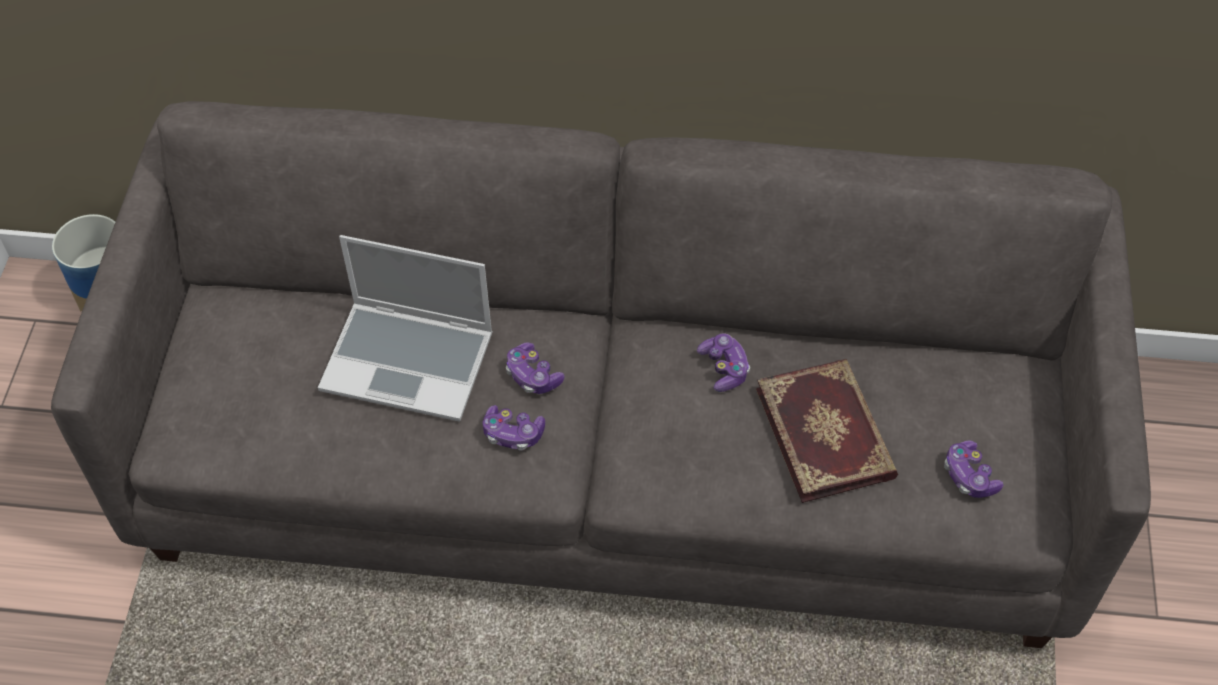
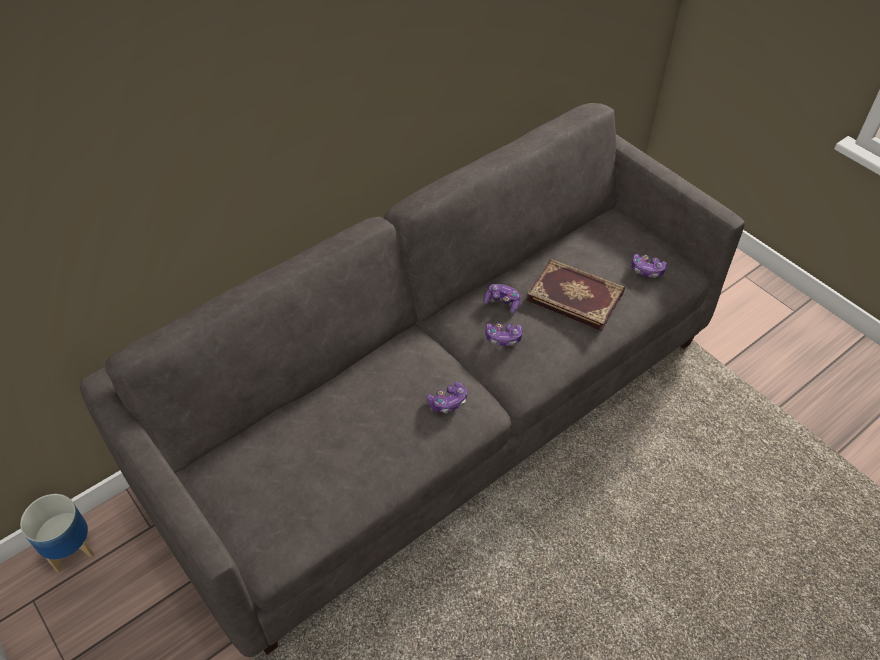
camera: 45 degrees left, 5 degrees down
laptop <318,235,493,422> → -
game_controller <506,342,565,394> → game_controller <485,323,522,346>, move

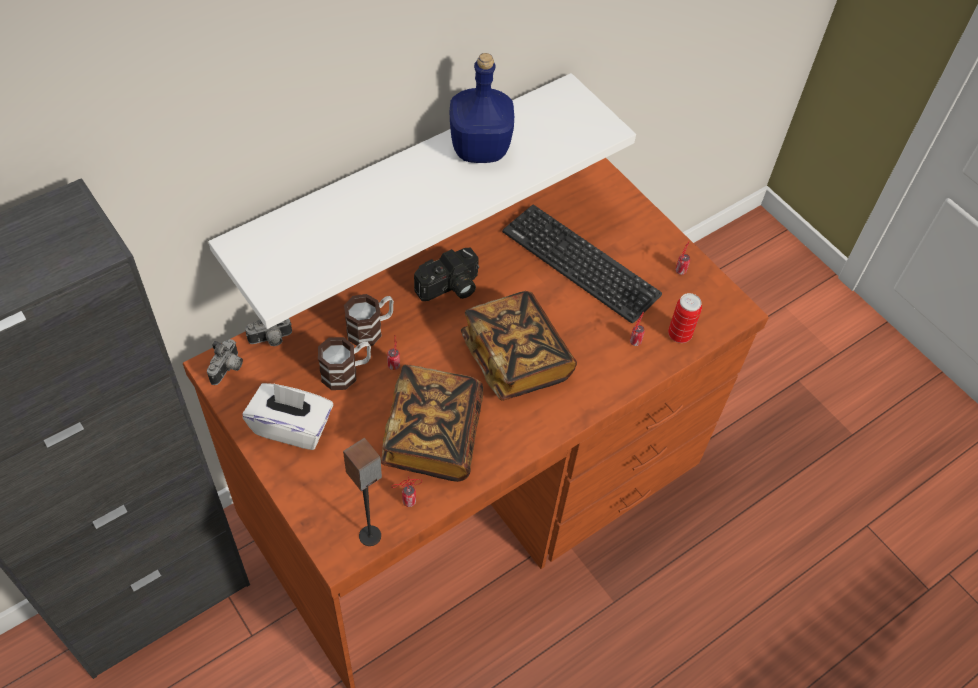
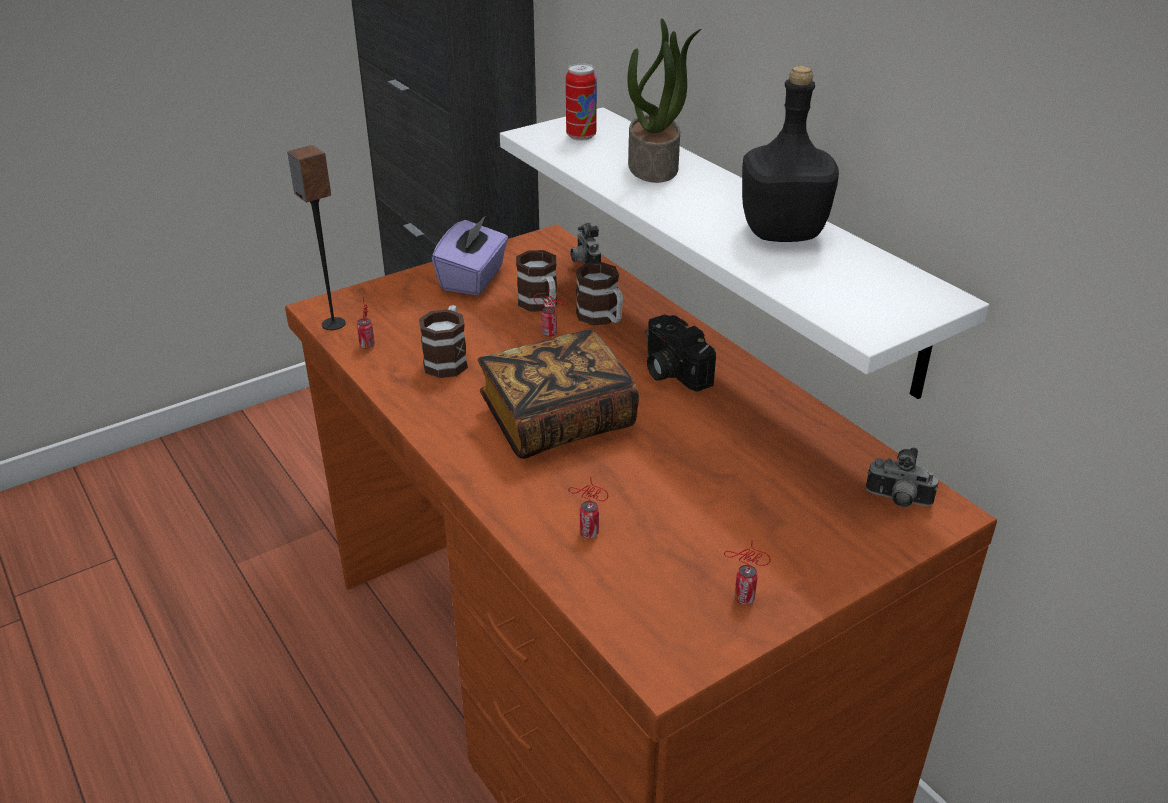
camera: 95 degrees right, 20 degrees down
PC_keyboard <502,205,662,323> → -
- → houseplant <627,18,701,183>
still_camera <207,339,243,385> → still_camera <866,447,938,507>, move
metal_can <668,293,702,343> → metal_can <566,63,597,141>, move
volume <381,365,483,482> → coffee_mug <419,305,468,378>
white-coloured_tissue_box <243,383,333,450> → purple-coloured_tissue_box <432,215,508,295>
blue-coloured_beverage_bottle <450,53,514,163> → black-coloured_beverage_bottle <742,66,839,242>

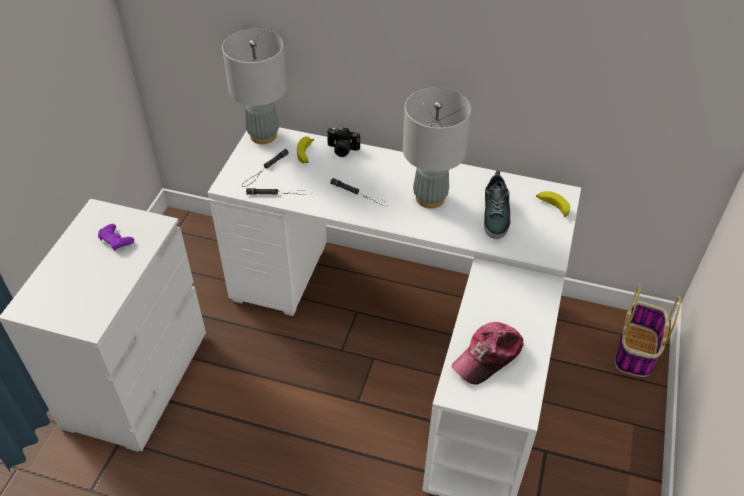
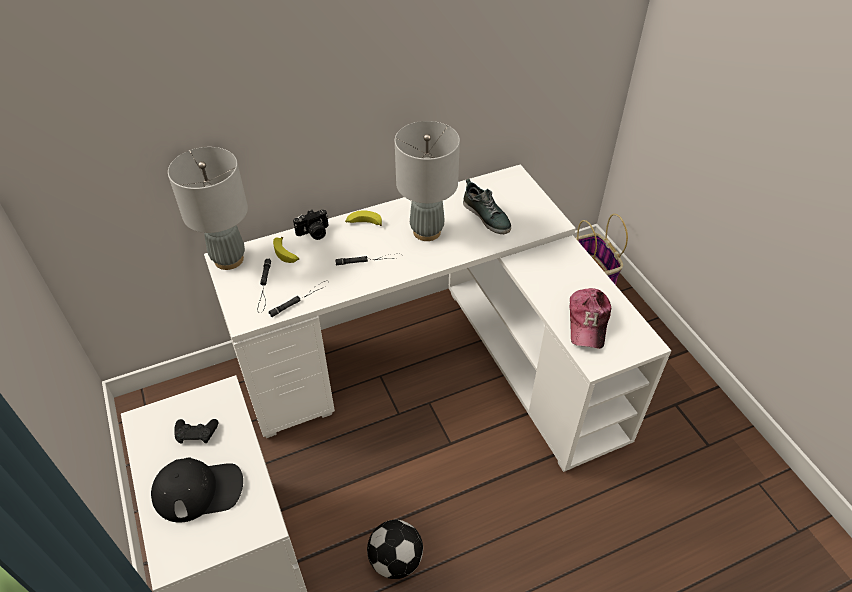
camera: 40 degrees left, 0 degrees up
- → black-coloured_peaked_cap <151,458,243,523>
- → football_ball <367,520,423,579>
banana_fruit <536,191,570,217> → banana_fruit <345,210,382,226>, move
purple-coloured_game_controller <98,224,134,251> → black-coloured_game_controller <174,419,218,444>

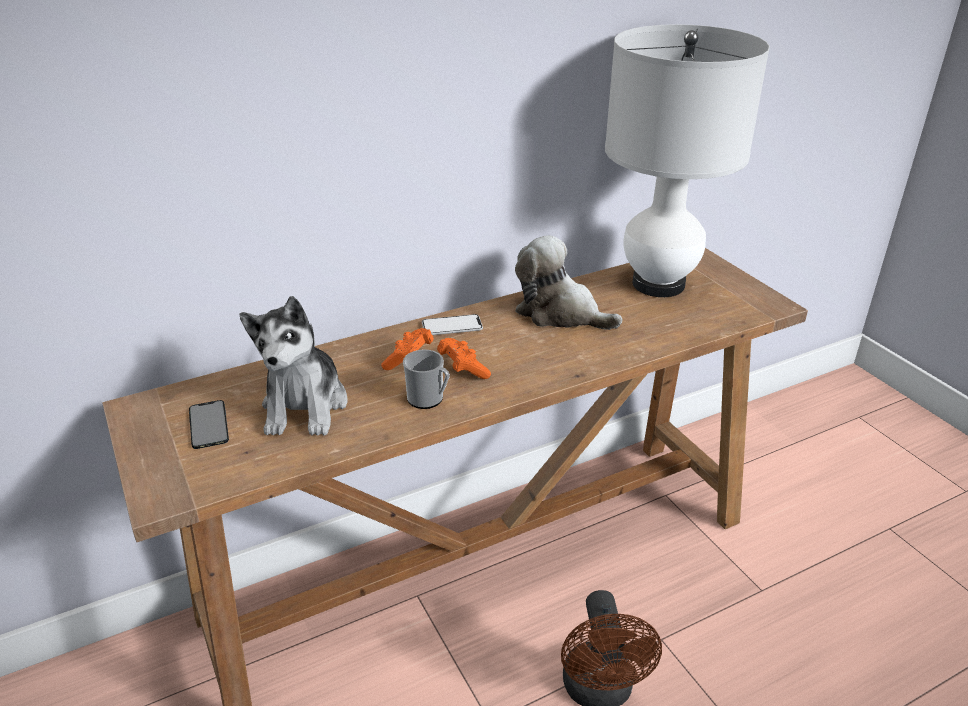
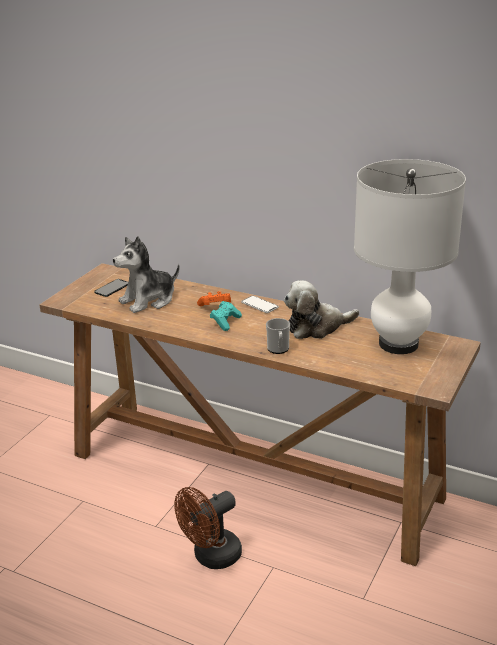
camera: 55 degrees right, 5 degrees down
coffee_mug <403,350,450,409> → coffee_mug <266,318,290,354>, move
orangey_game_controller <437,338,491,379> → blue-green_game_controller <210,301,242,331>
soft_toy <515,235,623,330> → soft_toy <284,281,359,339>, 105 degrees counterclockwise

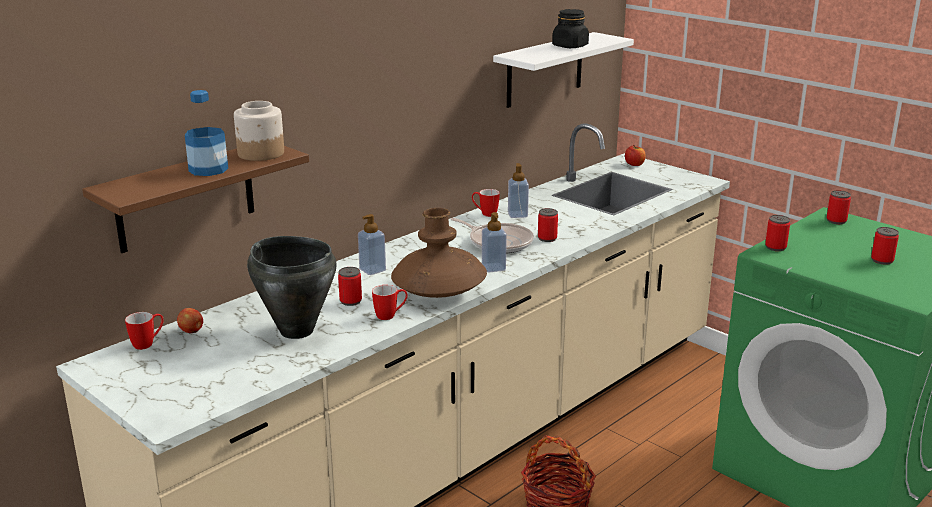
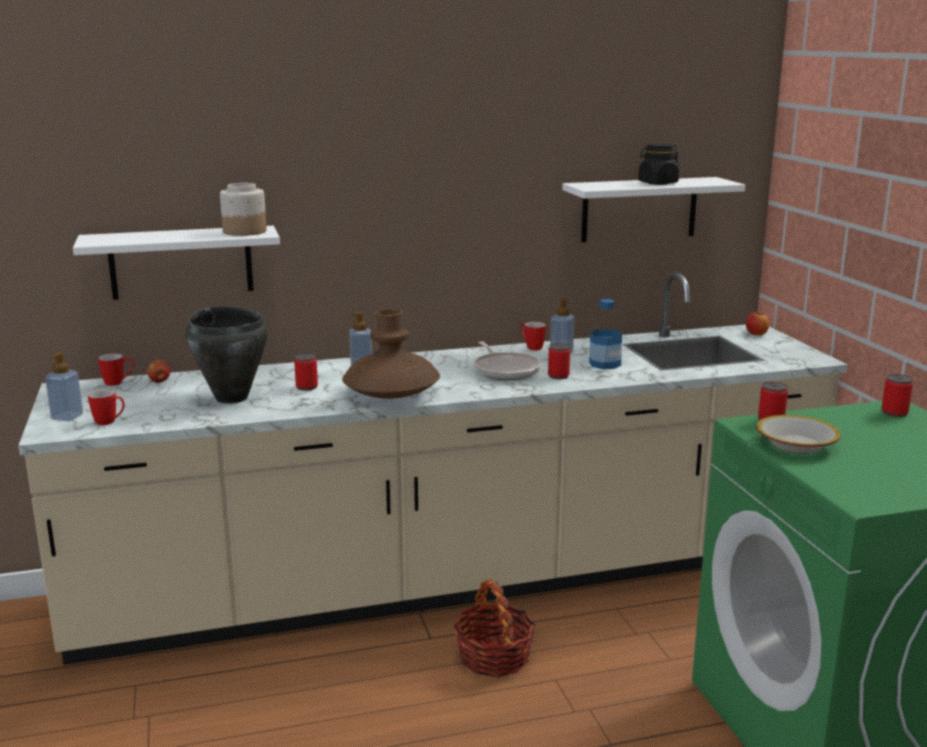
camera: 30 degrees right, 5 degrees down
metal_can <871,227,899,265> → -
- → serving_bowl <756,415,841,454>
beverage_bottle <185,90,228,176> → beverage_bottle <589,299,622,369>, move
coffee_mug <372,285,408,320> → coffee_mug <88,389,125,425>, move
soap_dispenser <482,212,507,272> → soap_dispenser <45,352,83,421>, move
brownish_bracket_shelf <82,146,309,253> → white-coloured_bracket_shelf <73,226,280,300>

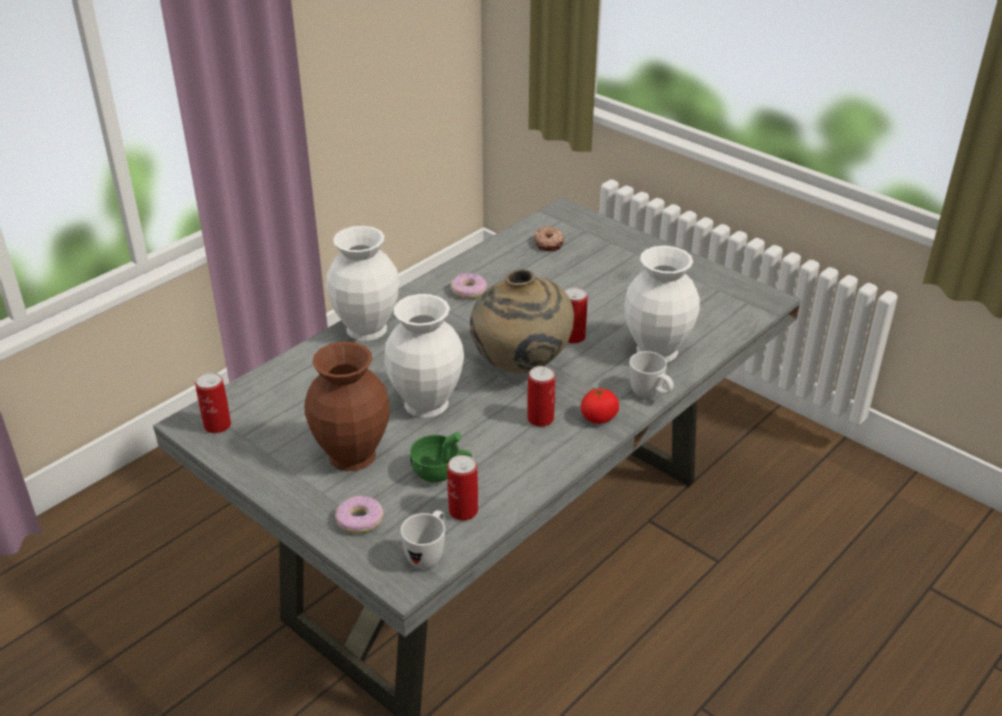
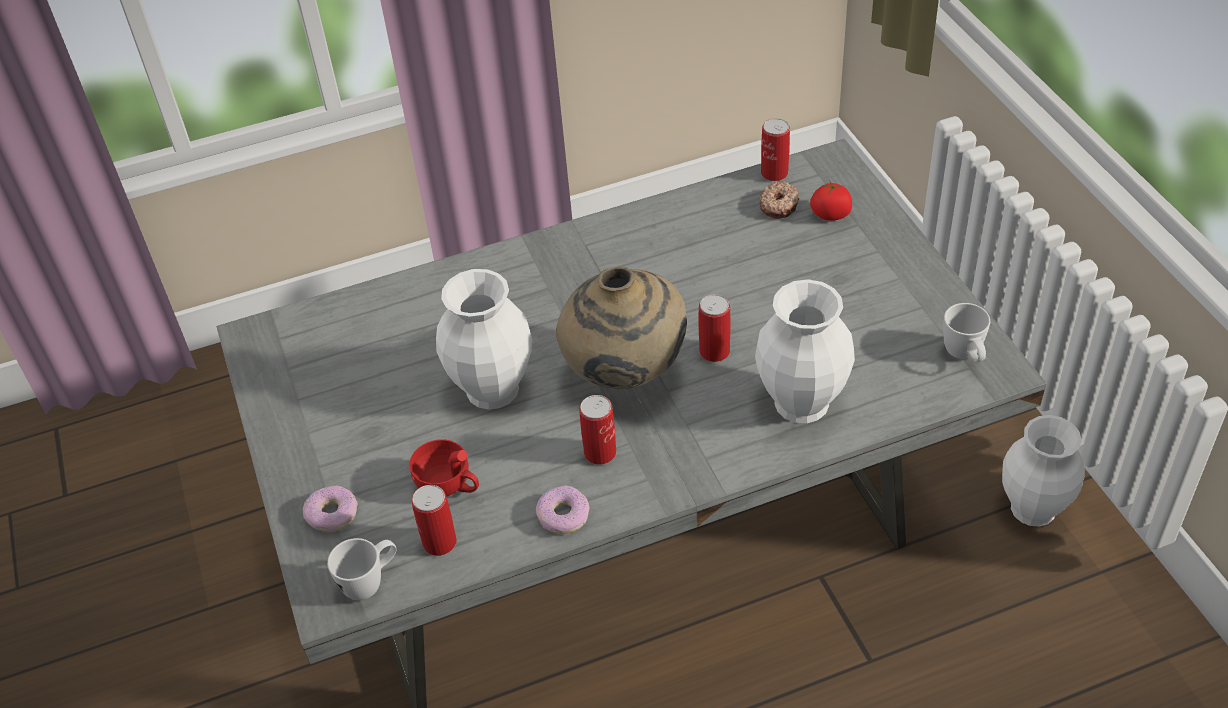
camera: 30 degrees right, 10 degrees up
brownish_decorative_vase <305,342,390,471> → -
metal_can <195,372,231,434> → metal_can <761,118,790,181>, move
white-coloured_decorative_vase <326,226,399,341> → white-coloured_decorative_vase <1002,415,1085,527>, move
donut <451,273,487,299> → donut <536,485,589,534>, move
whole_tomato <581,387,619,424> → whole_tomato <810,180,852,221>, move
white-coloured_coffee_mug <629,351,674,398> → white-coloured_coffee_mug <943,303,990,362>, move
green-coloured_small_cup <410,432,472,483> → reddish_small_cup <409,439,479,497>

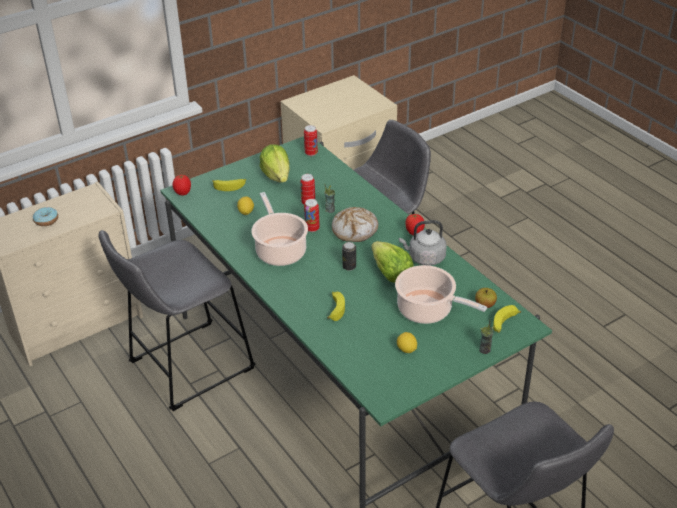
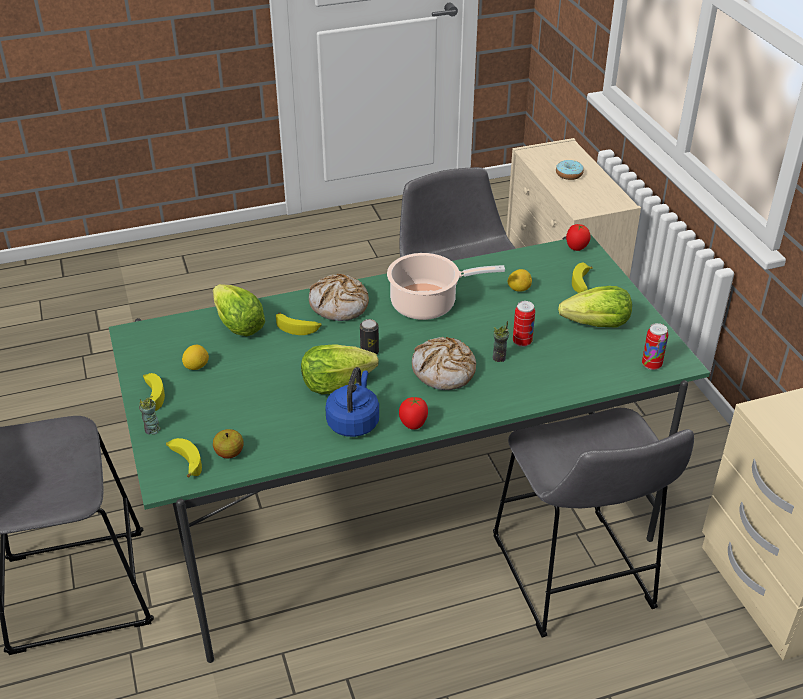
camera: 105 degrees right, 0 degrees up
metal_can <304,199,320,232> → -
cooking_pot <395,265,487,324> → -
- → banana_fruit <143,373,165,411>
- → head_of_lettuce <213,284,265,336>
- → baked_bread <309,274,369,321>
greyish_water_kettle <399,220,446,266> → blue-coloured_water_kettle <325,367,379,437>

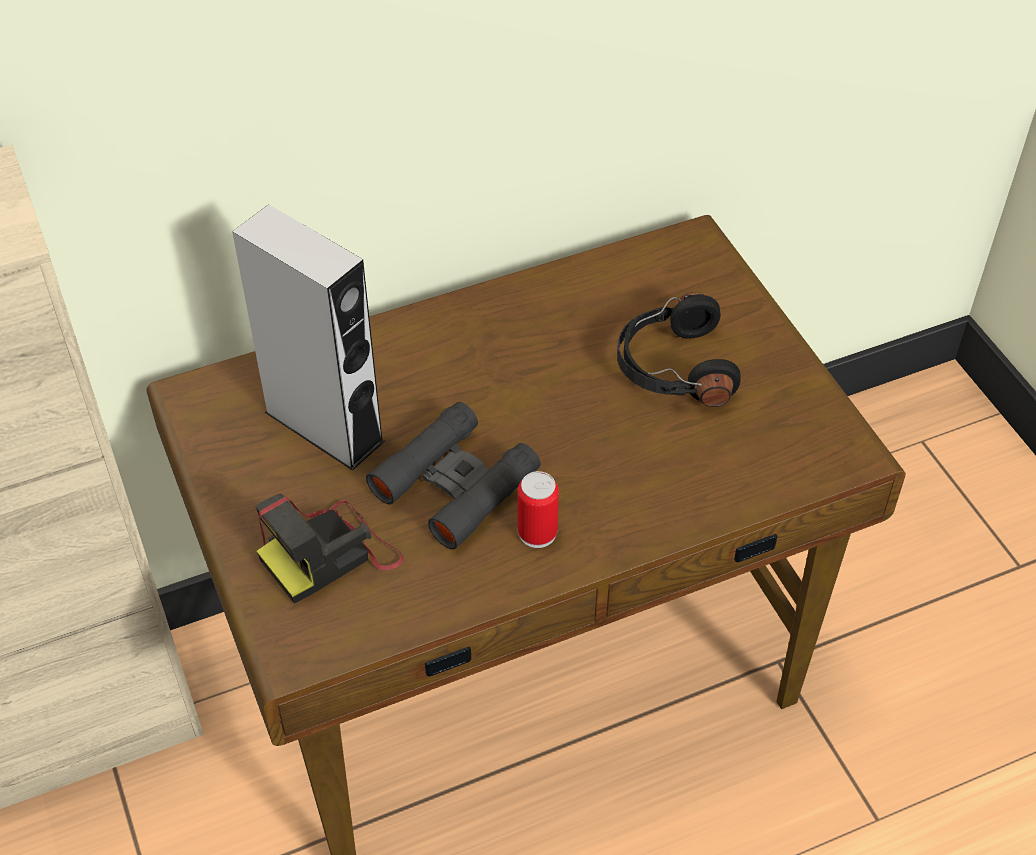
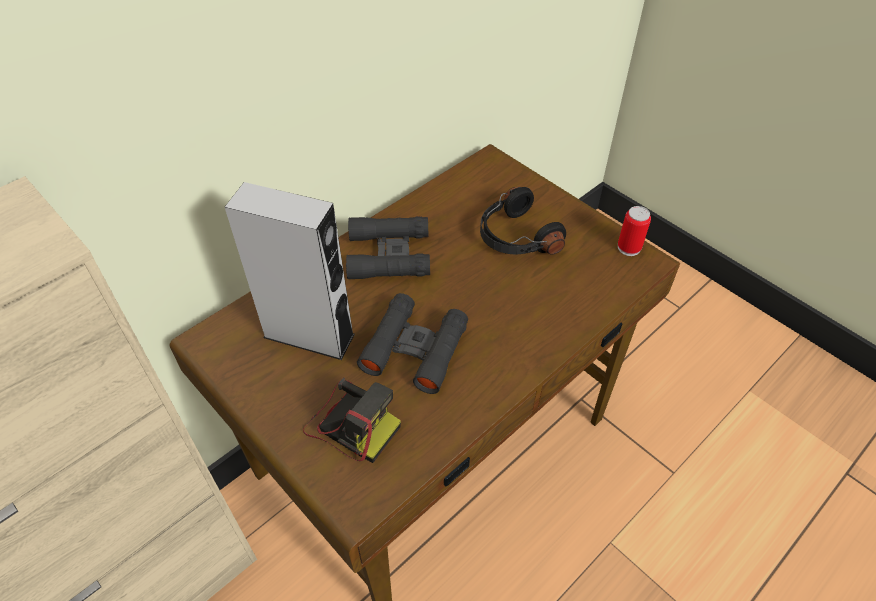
camera: 20 degrees left, 0 degrees up
- → black-coloured_field_glasses <346,216,430,280>
metal_can <518,471,559,548> → metal_can <618,206,651,256>, move
still_camera <256,494,404,604> → still_camera <303,377,401,463>, 90 degrees counterclockwise

